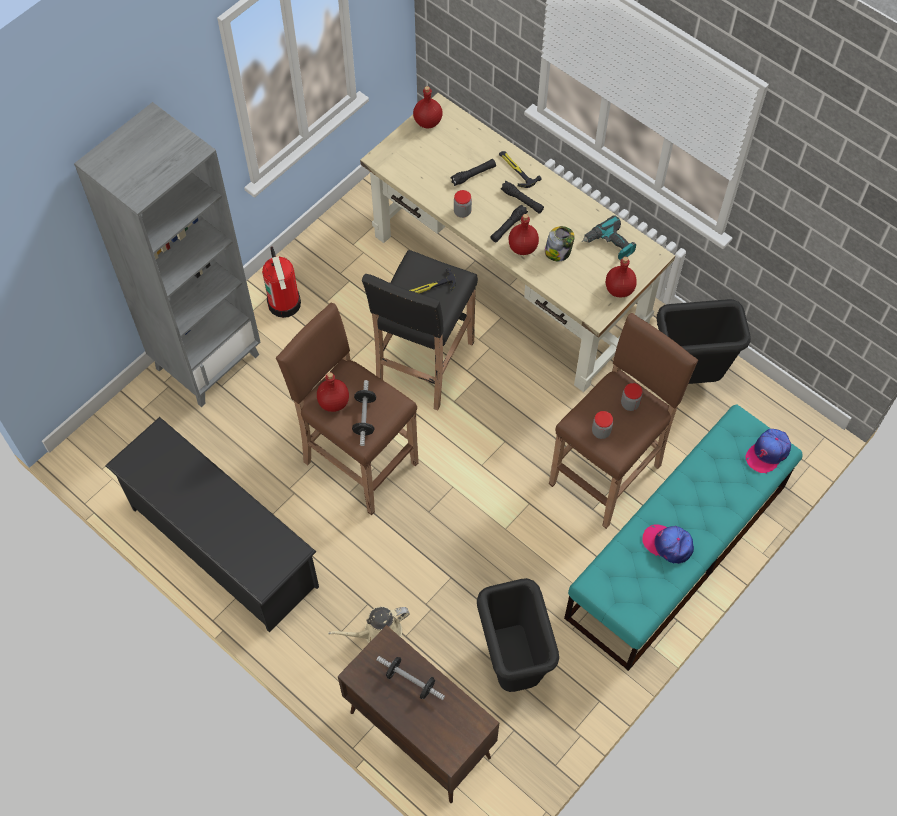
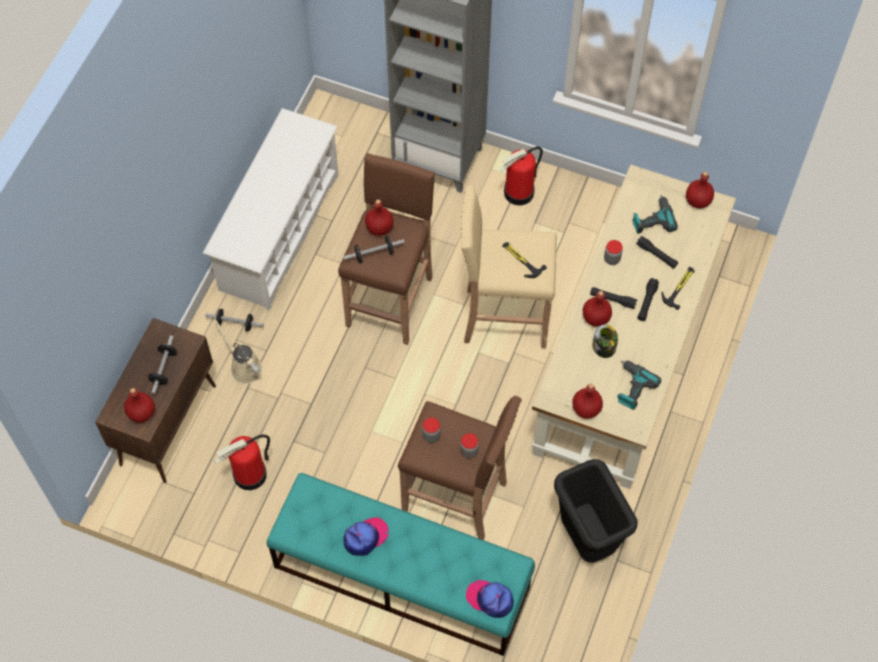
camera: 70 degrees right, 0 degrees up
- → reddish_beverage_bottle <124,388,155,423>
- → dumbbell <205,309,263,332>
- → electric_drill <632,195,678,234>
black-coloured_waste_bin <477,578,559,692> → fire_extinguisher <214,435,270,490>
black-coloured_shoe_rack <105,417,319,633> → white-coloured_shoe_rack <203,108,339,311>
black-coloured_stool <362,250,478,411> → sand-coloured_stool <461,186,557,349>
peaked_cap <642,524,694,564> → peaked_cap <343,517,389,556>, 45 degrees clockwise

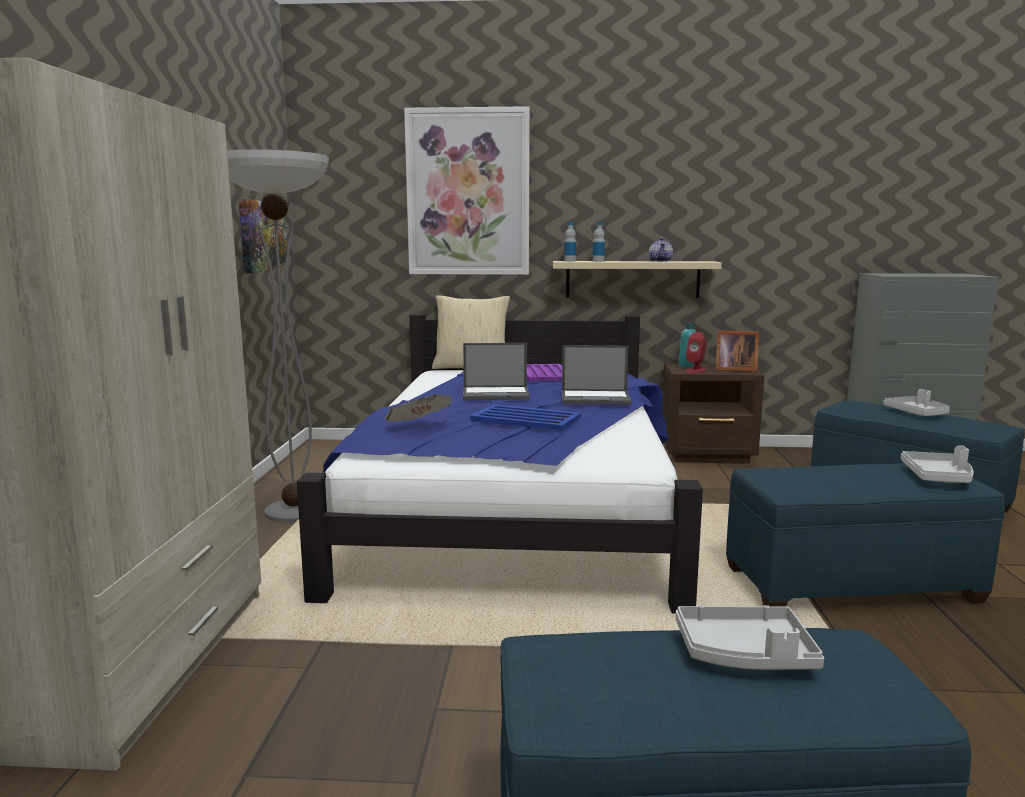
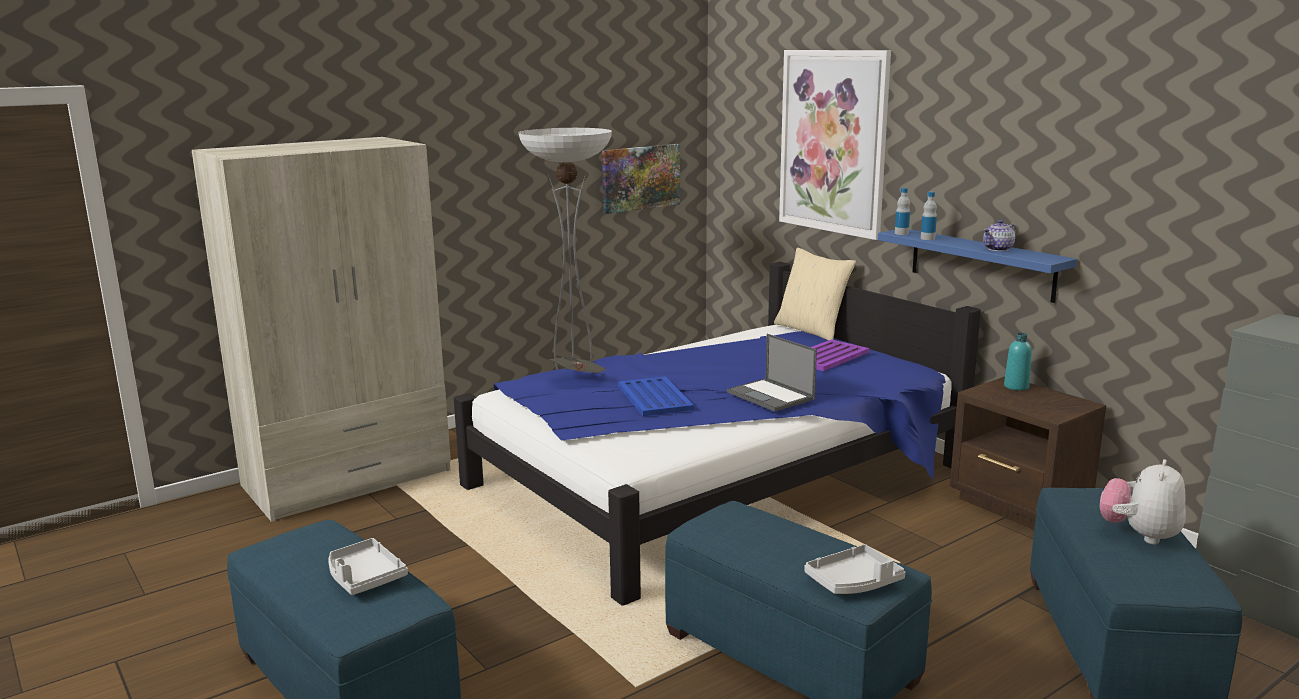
camera: 50 degrees right, 5 degrees up
laptop <463,343,530,400> → -
reddish_speaker <685,332,707,373> → -
photo_frame <716,330,759,372> → -
greyish_serving_tray <883,389,950,416> → soft_toy <1100,459,1186,544>
sand-coloured_bracket_shelf <553,261,722,298> → blue-coloured_bracket_shelf <878,229,1077,303>

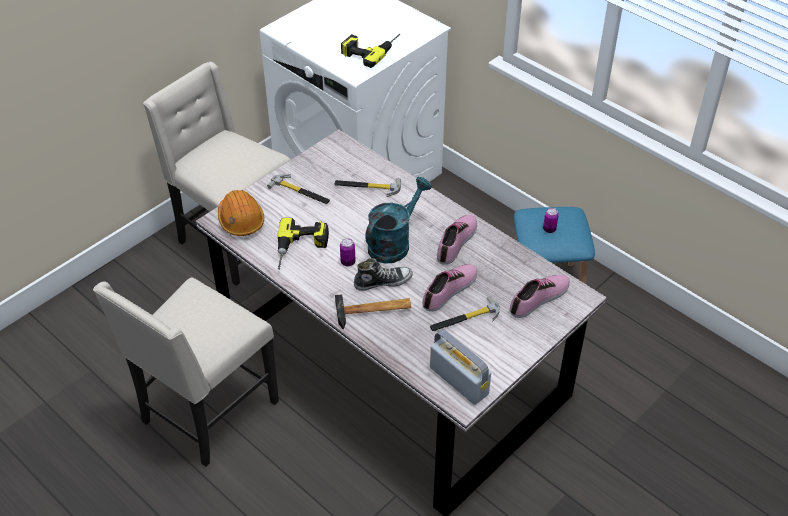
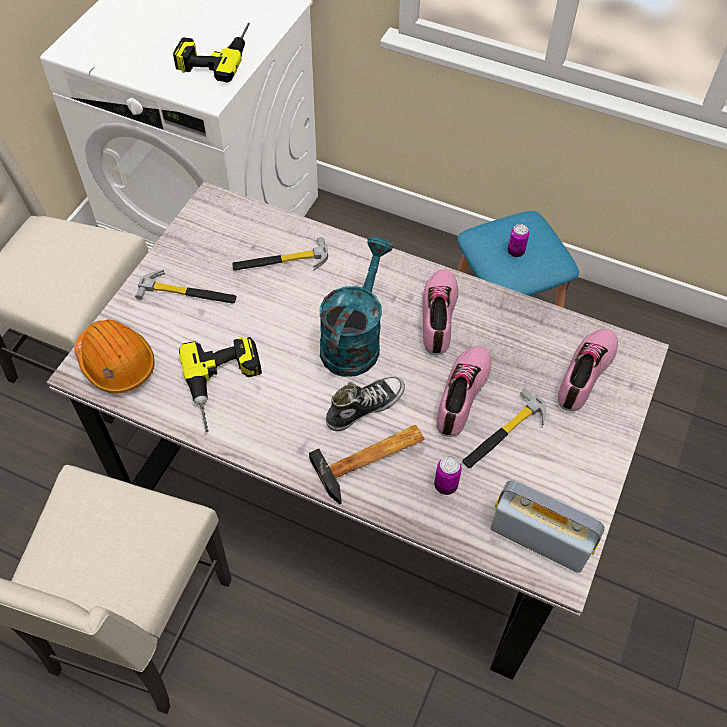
camera: 20 degrees left, 10 degrees up
metal_can <340,238,356,266> → metal_can <434,456,462,495>, move

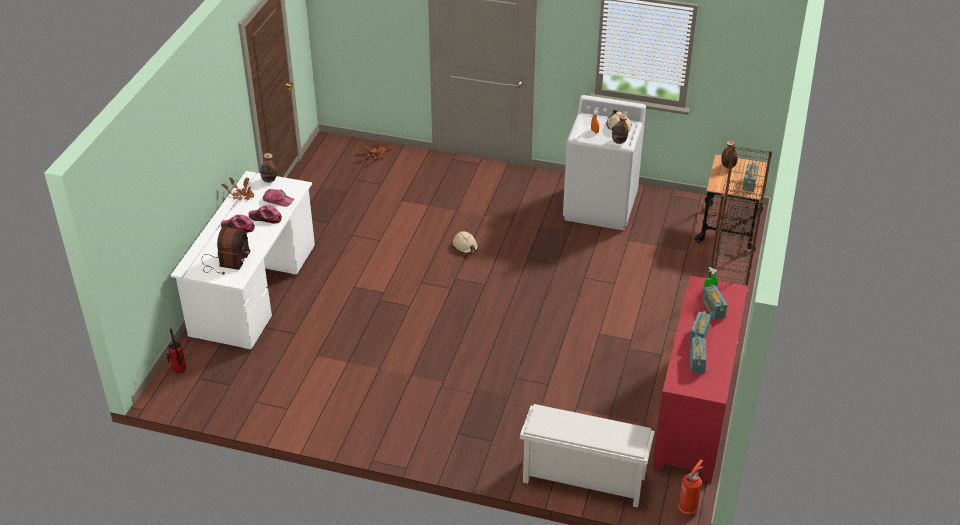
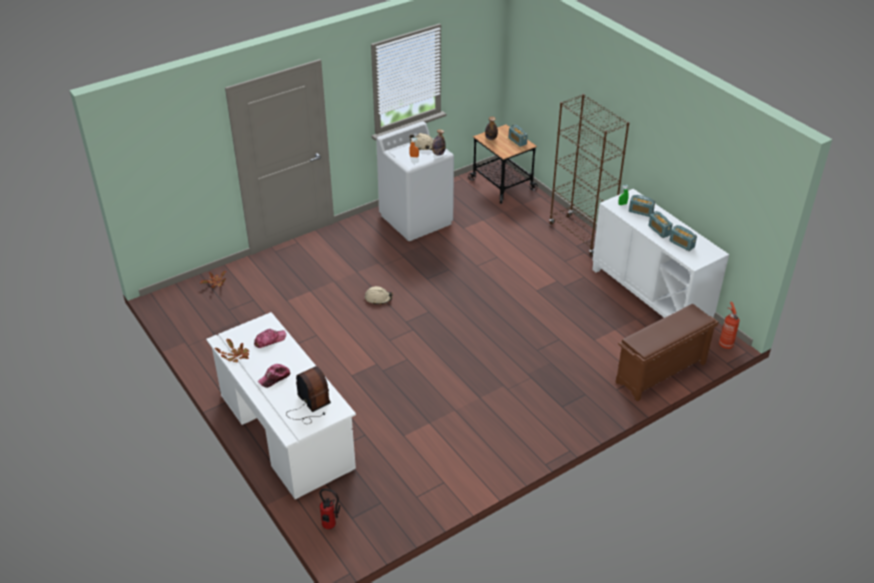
camera: 50 degrees left, 0 degrees up
peaked_cap <249,205,282,223> → -
beverage_bottle <260,153,277,183> → -
white-coloured_shoe_rack <520,404,655,508> → brownish_shoe_rack <616,304,718,402>
reddish_storage_cabinet <653,275,748,482> → white-coloured_storage_cabinet <592,189,729,318>

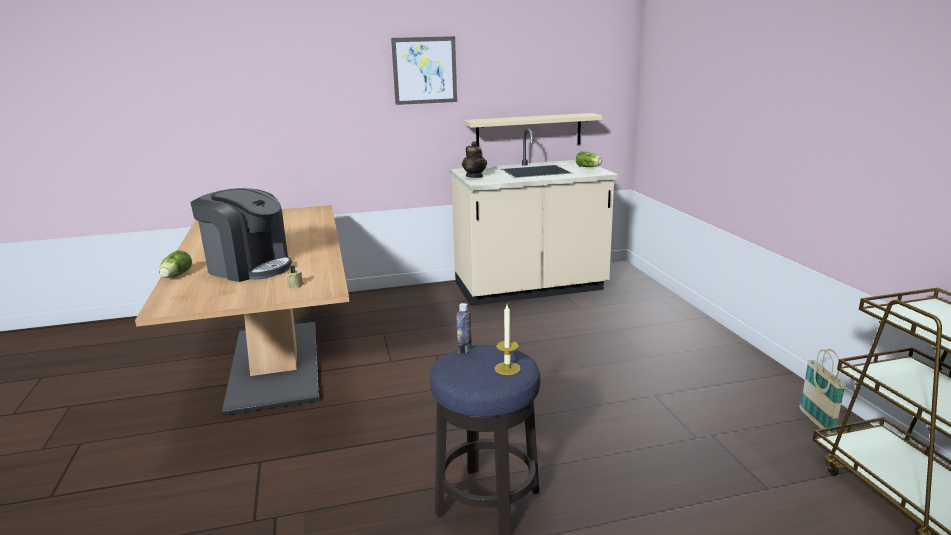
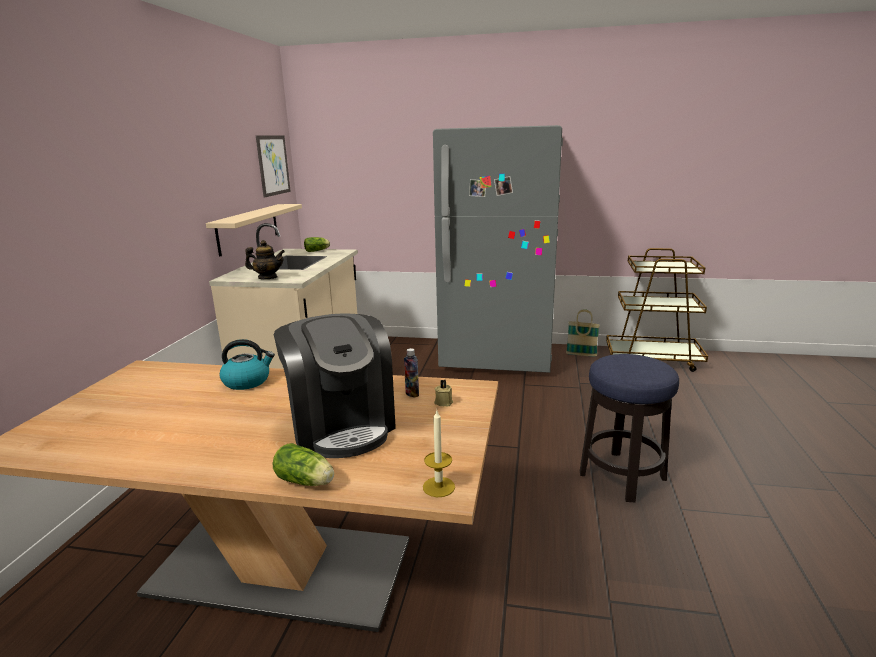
camera: 65 degrees left, 0 degrees up
- → water_kettle <220,339,275,390>
- → greyish_kitchen_fridge <433,125,563,373>
wall_picture <391,36,457,105> → wall_picture <256,135,291,197>, move
beverage_bottle <456,303,472,354> → beverage_bottle <404,348,419,398>, move
candle <494,305,521,375> → candle <423,410,455,497>, move
coffee_maker <190,188,292,282> → coffee_maker <274,313,396,458>, 105 degrees clockwise

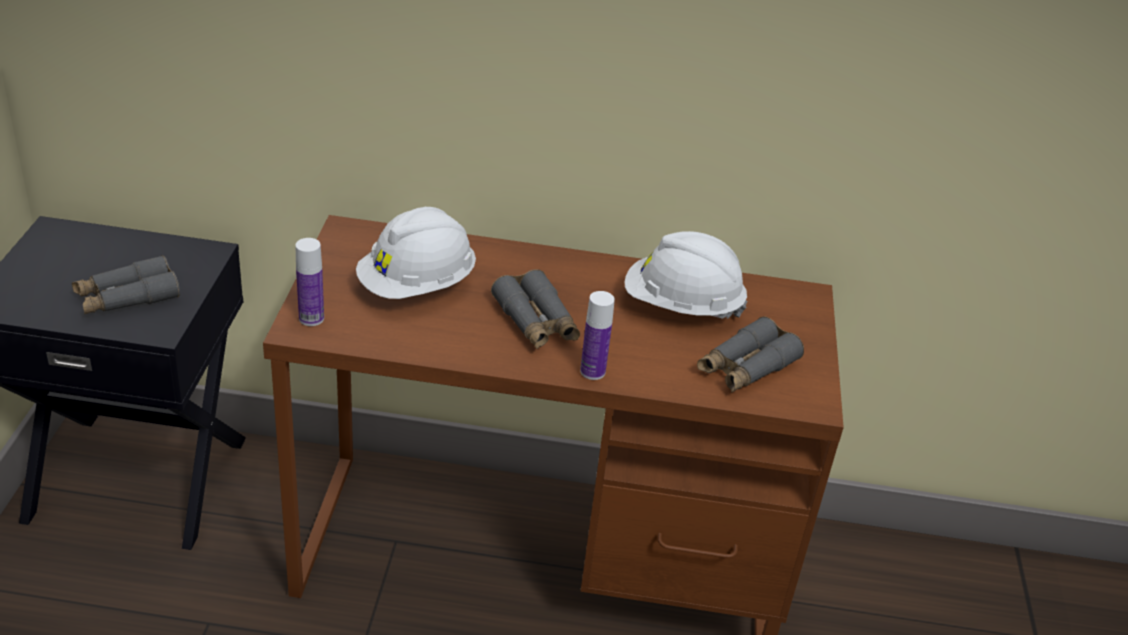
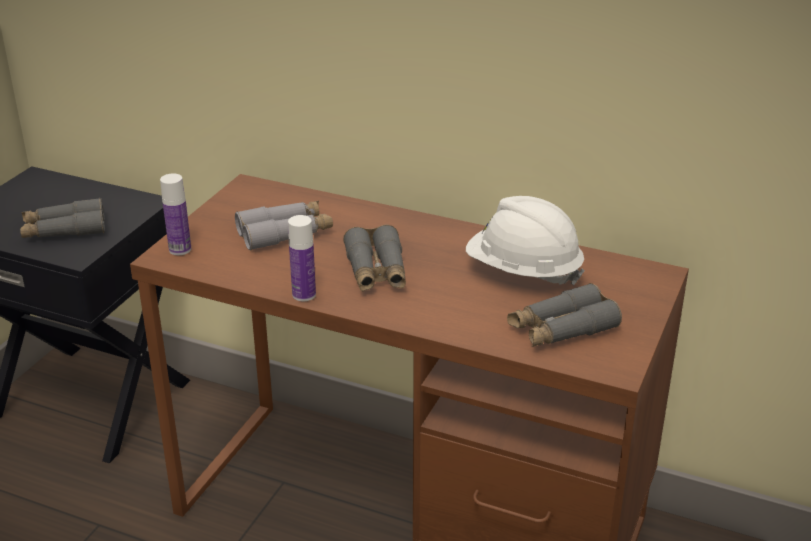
camera: 20 degrees right, 5 degrees down
beverage_bottle <580,291,615,380> → beverage_bottle <288,215,316,301>, move
white-coloured_hard_hat <356,207,476,299> → greyish_field_glasses <235,201,333,251>

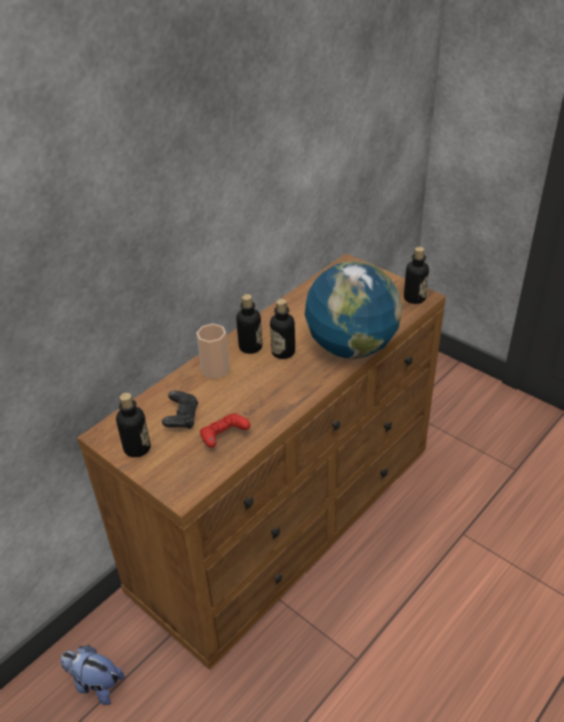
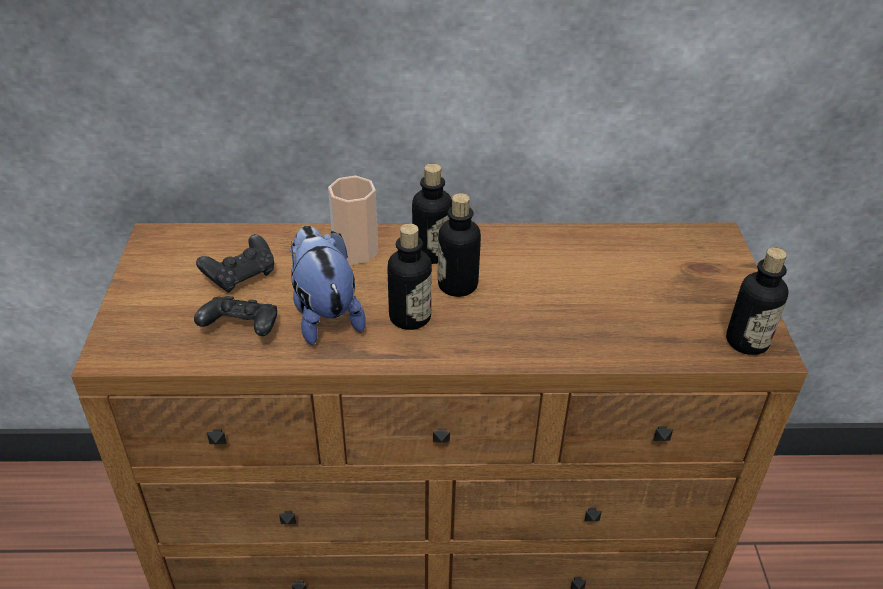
camera: 45 degrees right, 0 degrees up
world_globe <305,261,402,359> → -
soft_toy <61,645,124,705> → soft_toy <290,226,366,345>, move
beverage_bottle <116,393,151,457> → beverage_bottle <387,223,432,330>, move
reddish_game_controller <200,413,251,448> → black-coloured_game_controller <194,296,277,336>

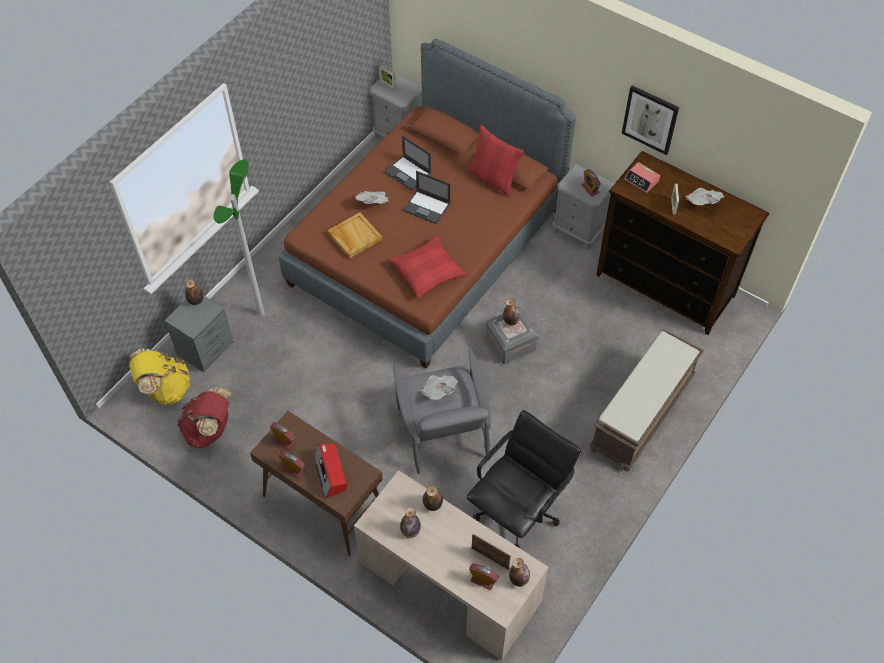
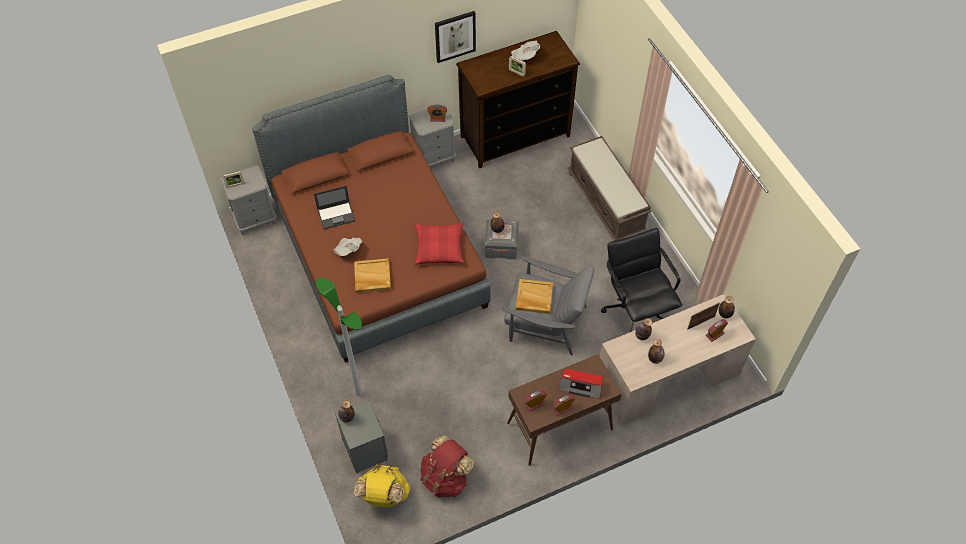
camera: 60 degrees left, 0 degrees up
laptop <403,171,450,224> → -
reddish_pillow <468,125,525,197> → -
table_clock <624,162,660,193> → -
printed_paper <421,375,458,400> → sand-coloured_serving_tray <516,279,553,314>

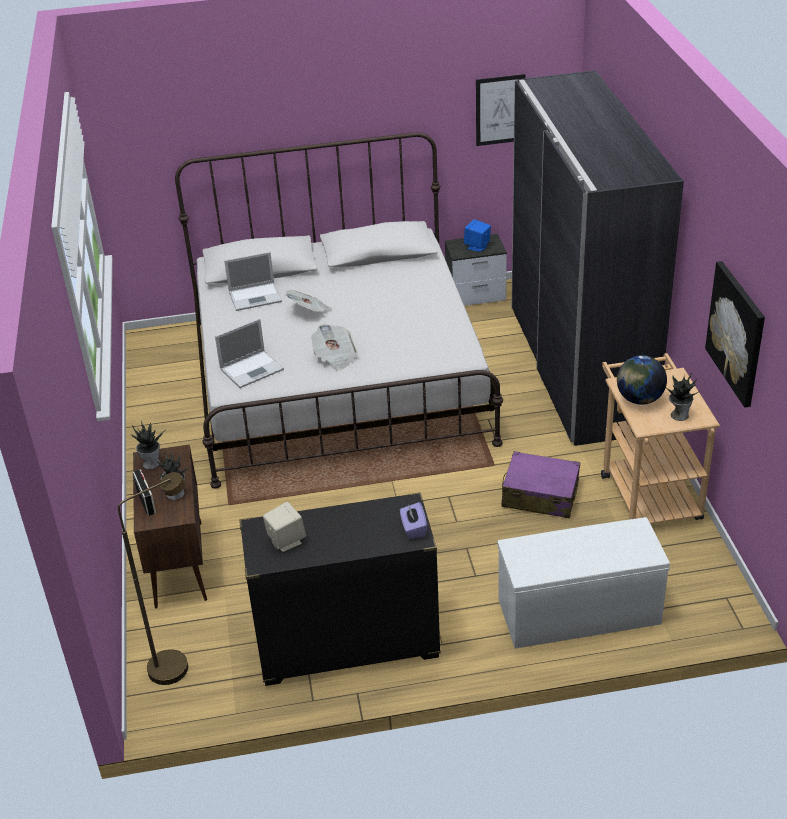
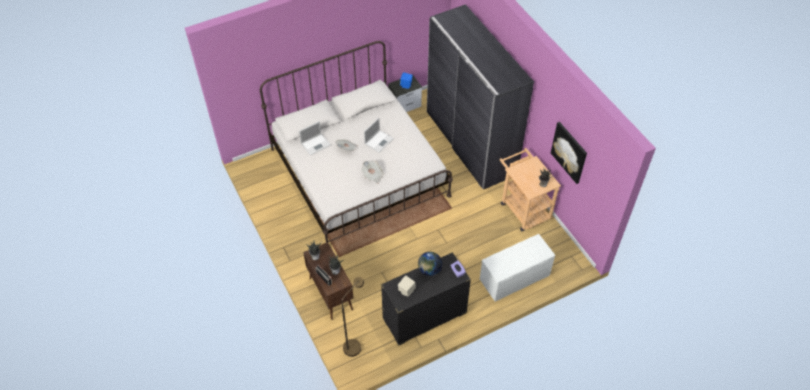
camera: 20 degrees left, 15 degrees up
wall_picture <476,74,526,146> → -
purple-coloured_piece_of_luggage <502,451,580,519> → -
laptop <215,318,284,388> → laptop <364,118,394,153>, move
world_globe <617,355,667,405> → world_globe <418,252,442,276>, move

